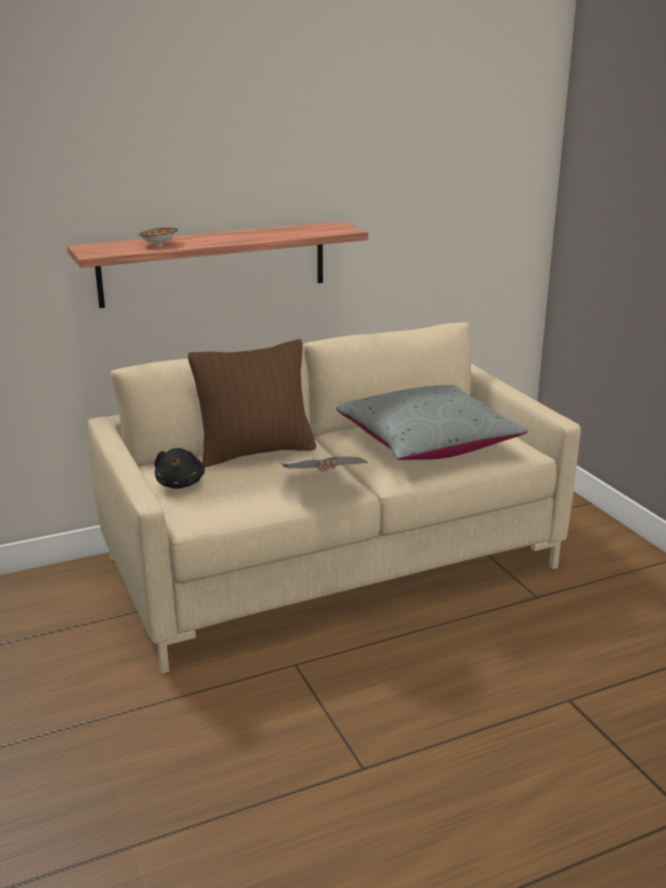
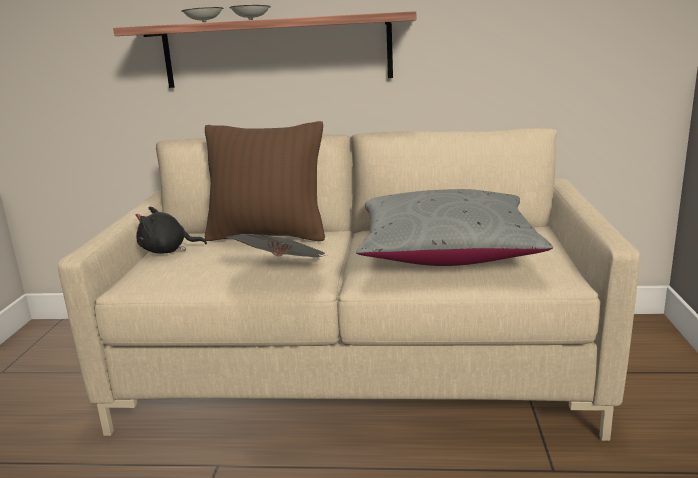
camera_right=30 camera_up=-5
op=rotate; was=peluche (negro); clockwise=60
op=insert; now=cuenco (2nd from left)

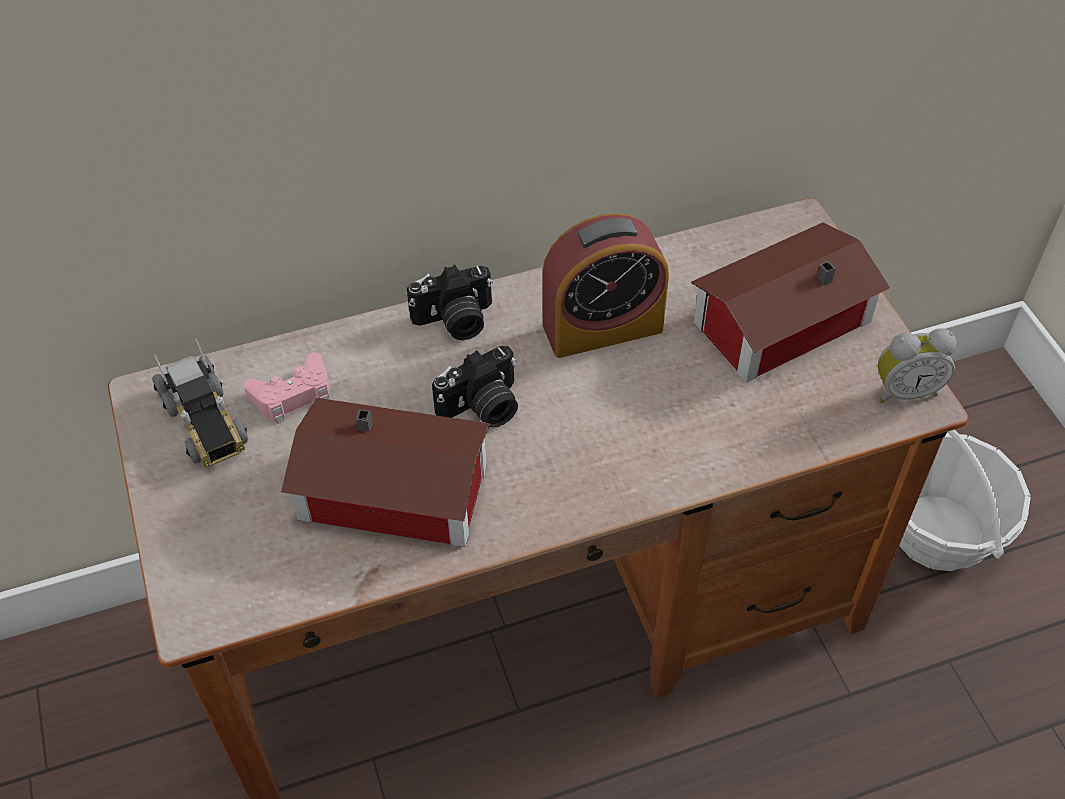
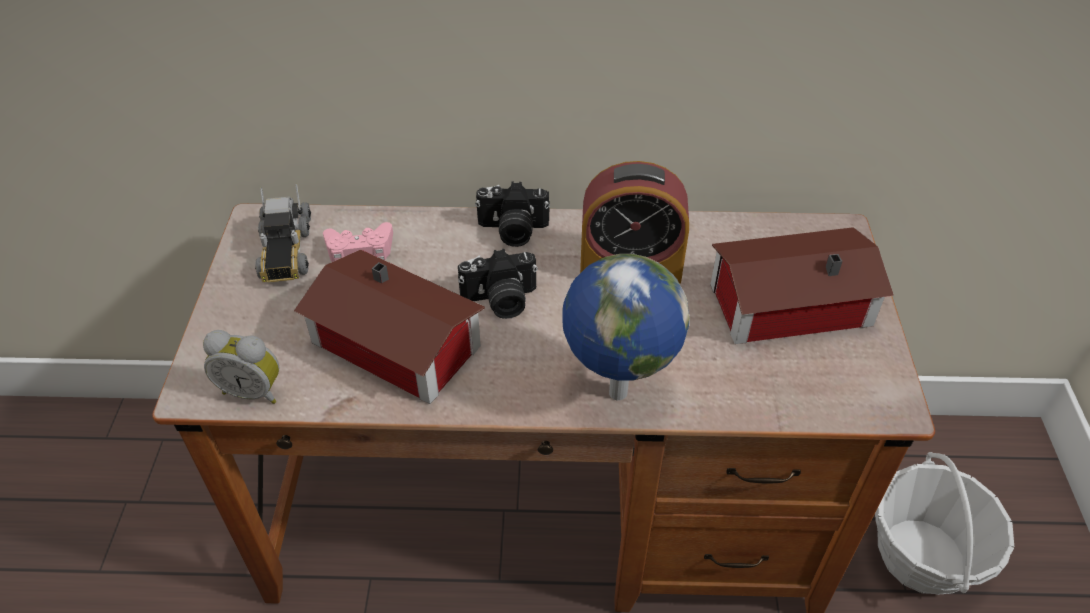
camera_right=20 camera_up=-5
op=move; was=despertador (2nd from left in the first image); now=despertador (1st from left)
op=insert; now=globo terráqueo

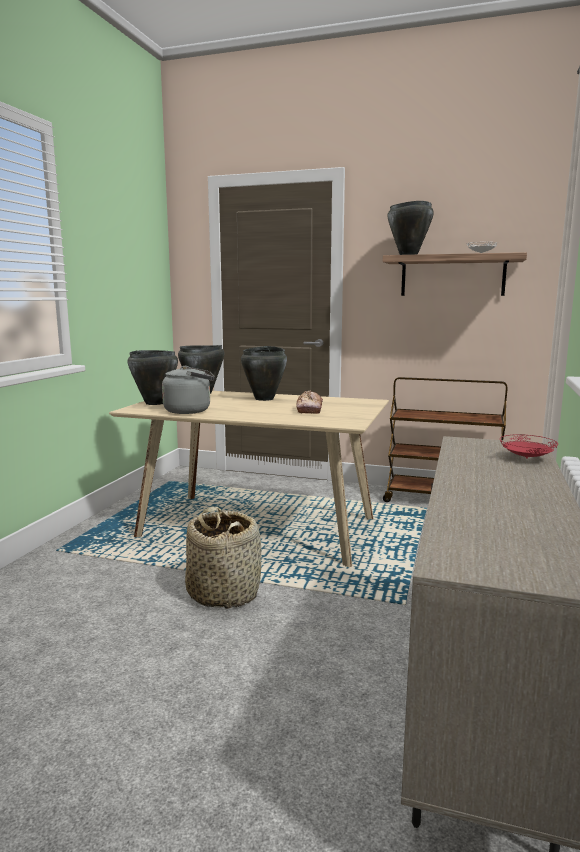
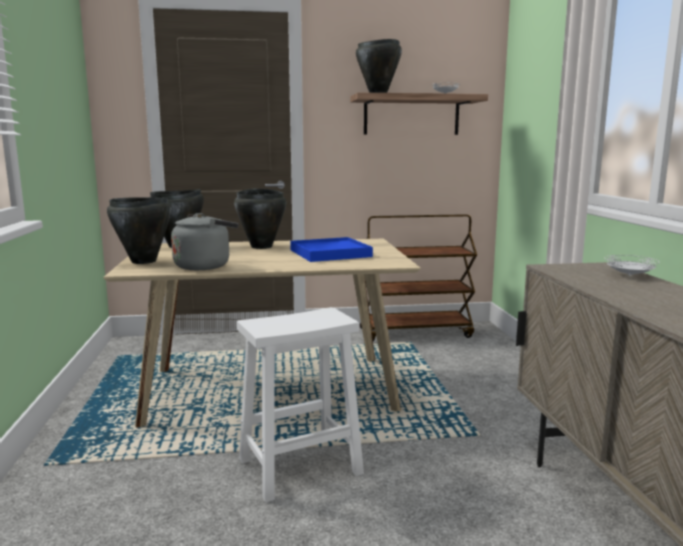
camera_right=-25 camera_up=0
op=replace; was=pan; now=bandeja (azul)
op=recolor; was=plato (rojo); now=plato (blanco) (2nd from left)
op=replace; was=cesta; now=taburete (blanco)

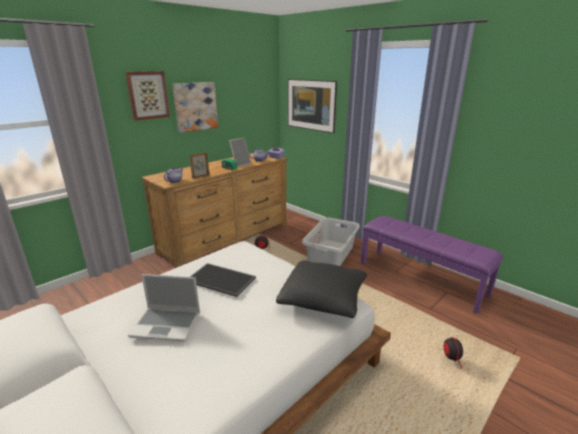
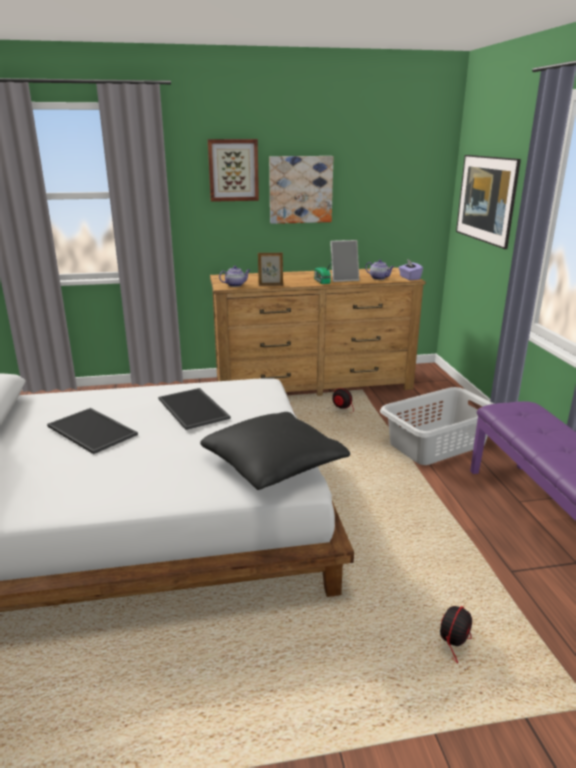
camera_right=35 camera_up=0
op=replace; was=portátil; now=bandeja (1st from left)

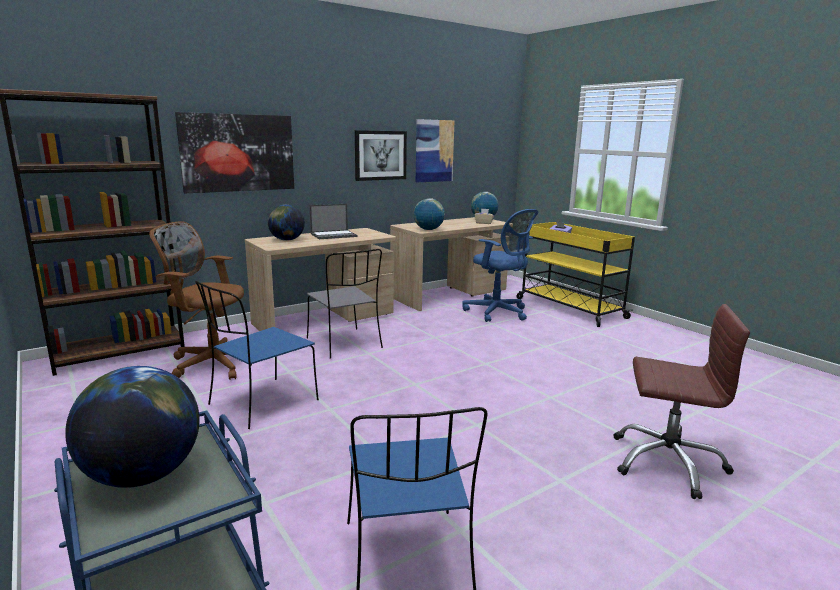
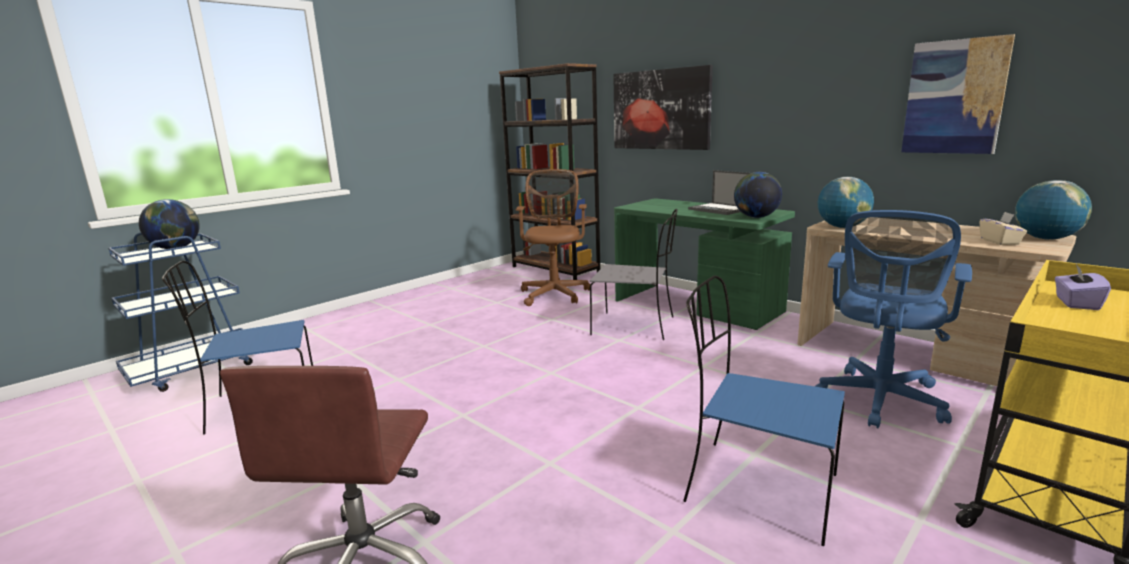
camera_right=80 camera_up=0
op=delete; was=cuadro (2nd from left)
op=move; was=globo terráqueo (2nd from left)
op=recolor; was=escritorio (beis) (1st from left); now=escritorio (verde)
op=rotate; was=silla (gris); clockwise=-120
op=move; was=silla (azul) (1st from left in the first image); now=silla (azul) (2nd from left)

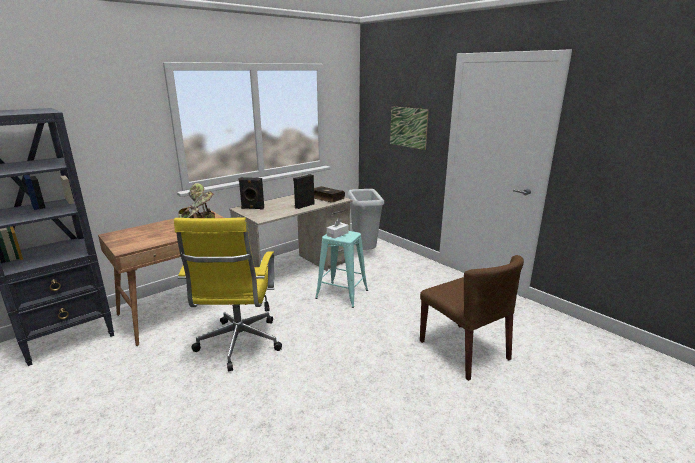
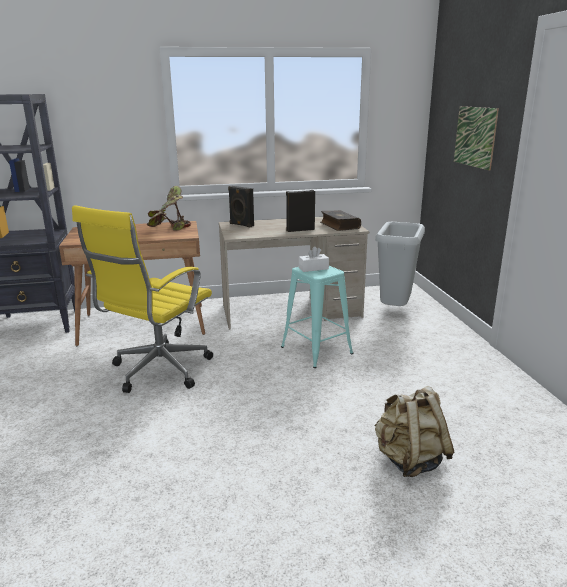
camera_right=30 camera_up=0
op=replace; was=silla (marrón); now=mochila (beis)

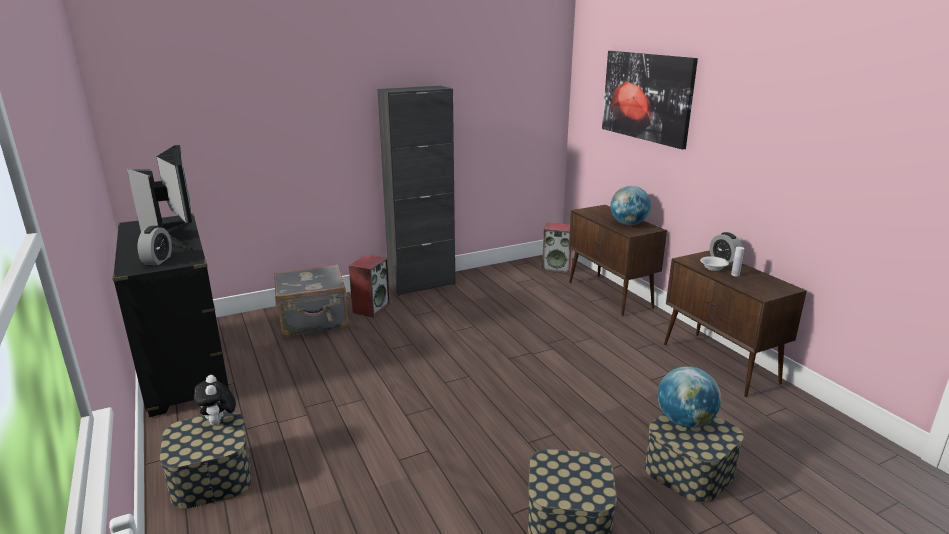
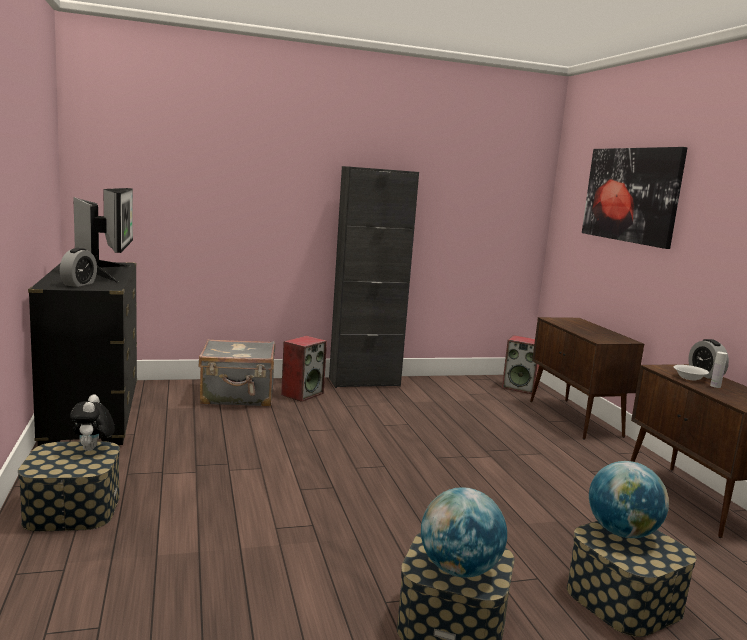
camera_right=10 camera_up=-10
op=move; was=globo terráqueo (1st from left)

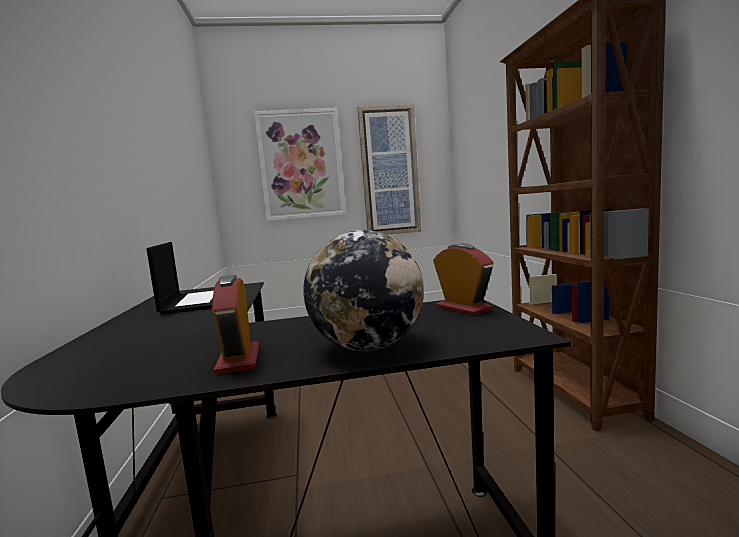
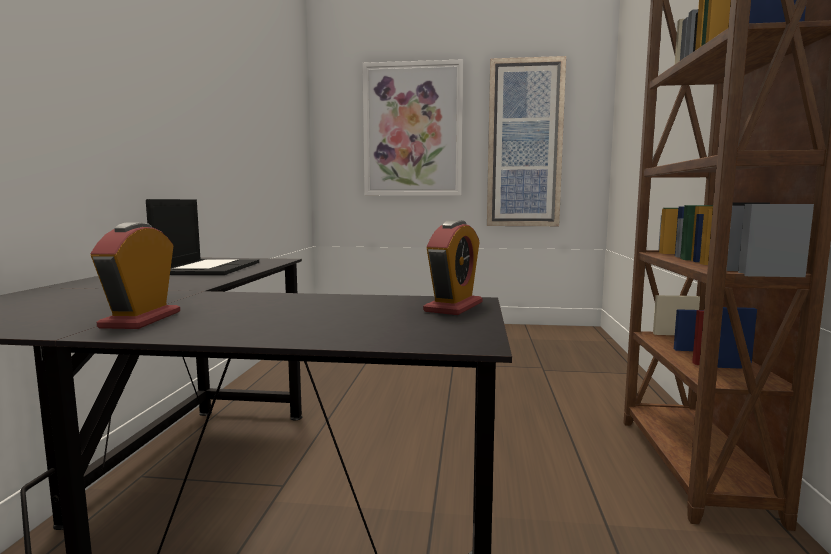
camera_right=15 camera_up=0
op=delete; was=globo terráqueo
op=rotate; was=despertador (2nd from left); clockwise=45

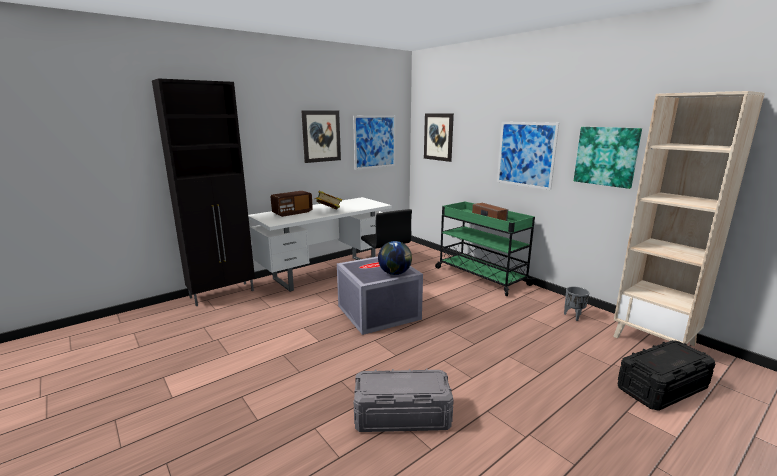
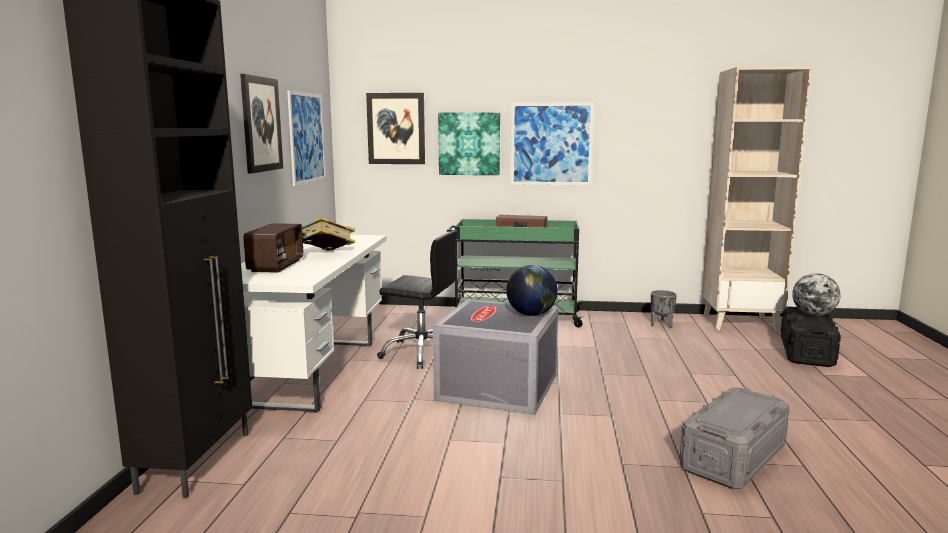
camera_right=-45 camera_up=-5
op=move; was=cuadro (5th from left in the first image); now=cuadro (4th from left)
op=insert; now=globo terráqueo (2nd from left)

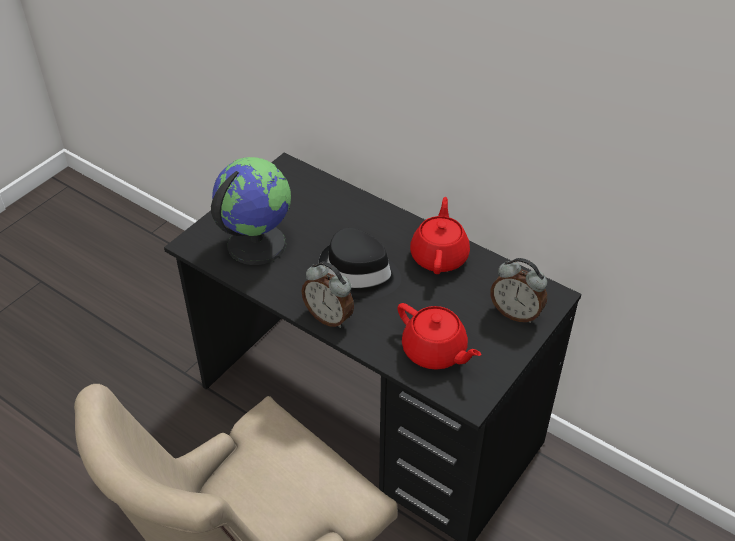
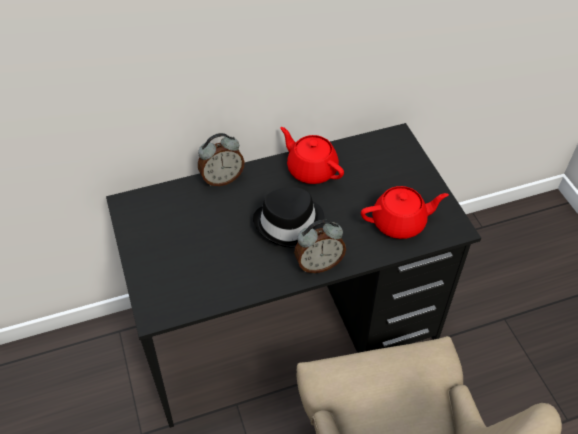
camera_right=-55 camera_up=5
op=delete; was=globo terráqueo
op=move; was=despertador (2nd from left in the first image); now=despertador (1st from left)

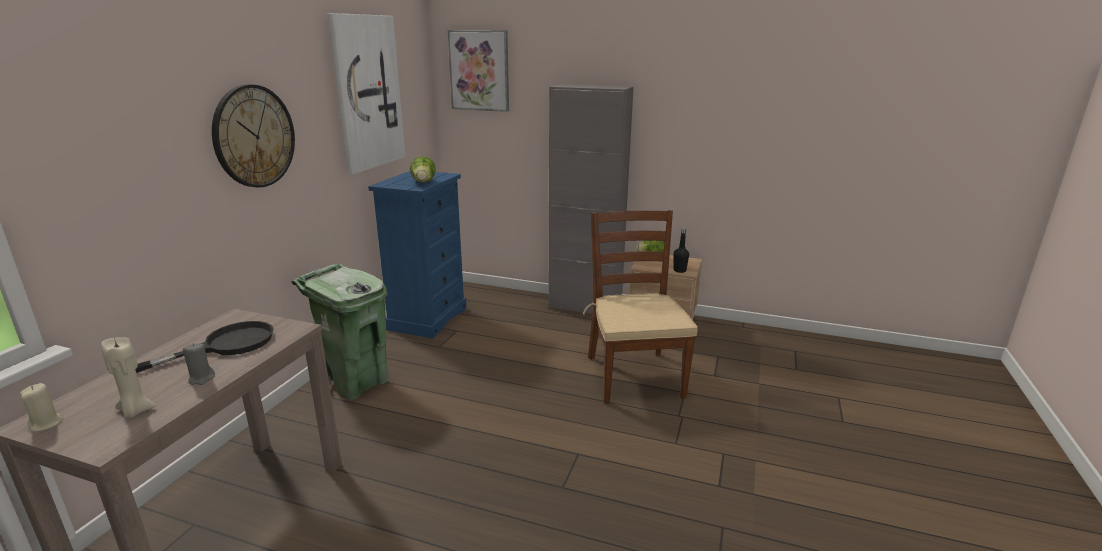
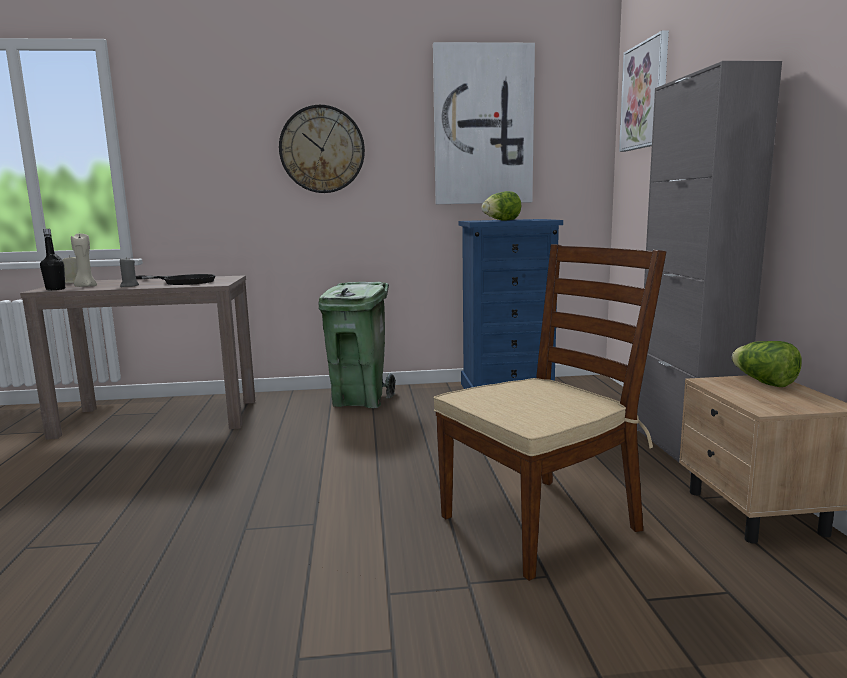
camera_right=65 camera_up=-10
op=move; was=botella (negro)

